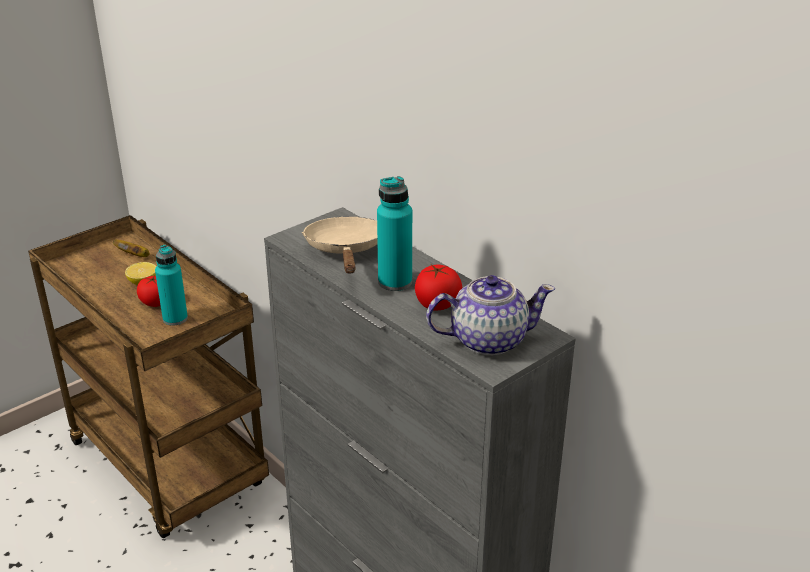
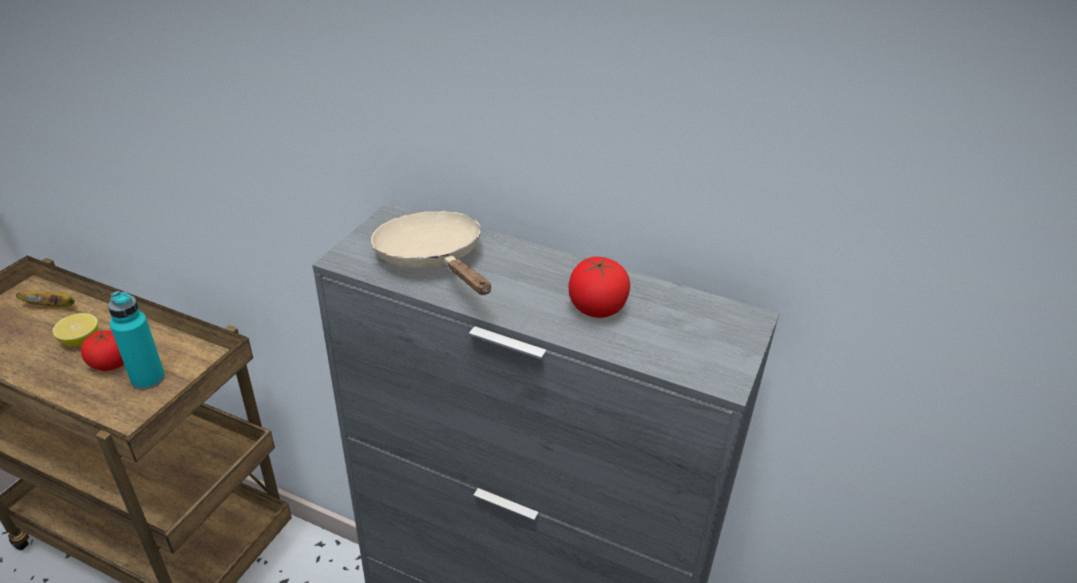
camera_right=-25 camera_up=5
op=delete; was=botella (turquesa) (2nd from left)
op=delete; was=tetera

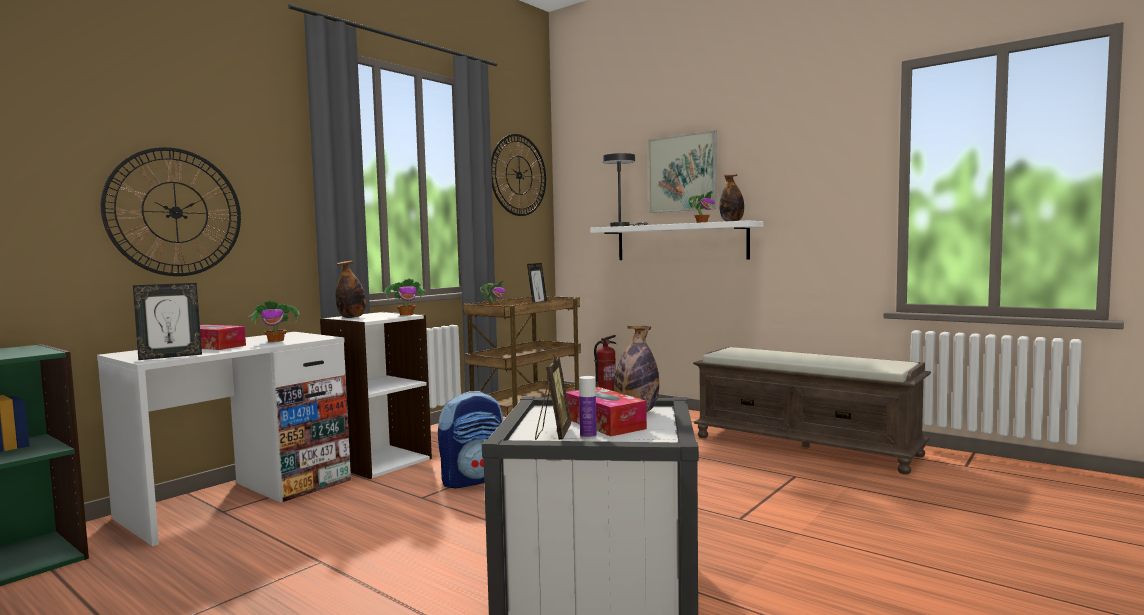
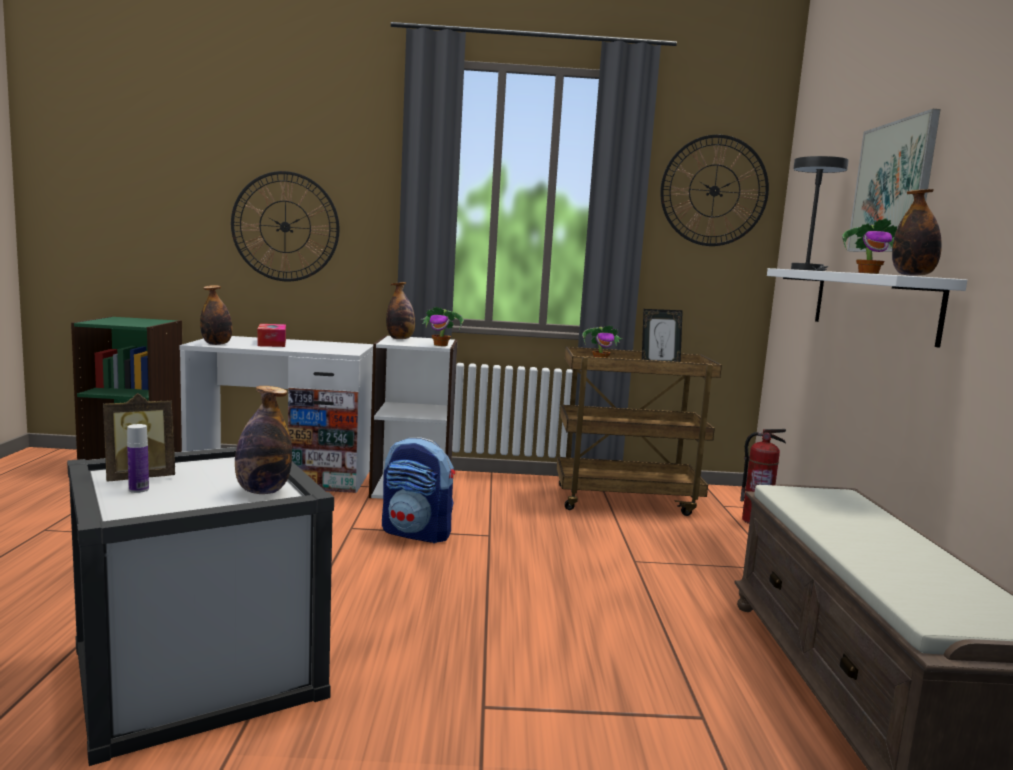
camera_right=50 camera_up=5
op=replace; was=portarretratos (1st from left); now=botella (2nd from left)
op=delete; was=planta en maceta (1st from left)
op=delete; was=caja de pañuelos (2nd from left)

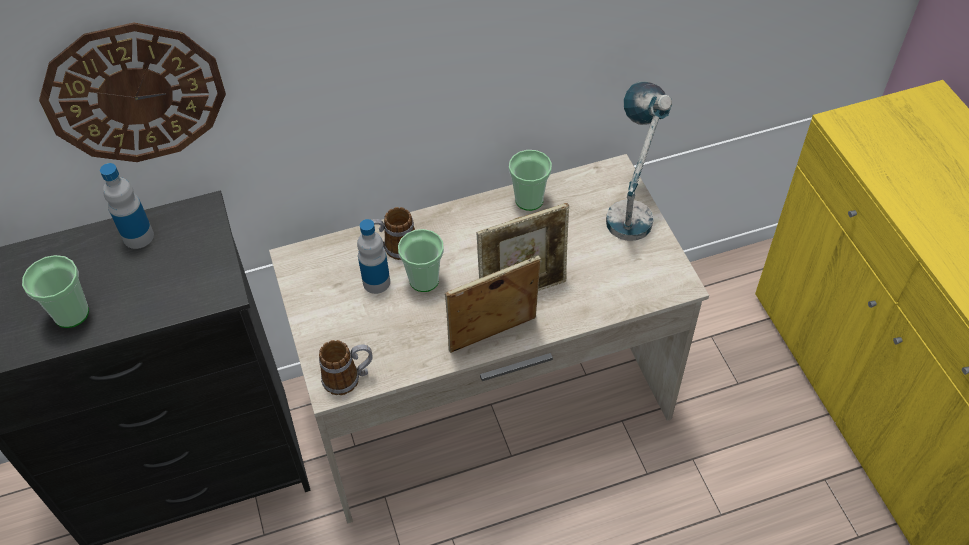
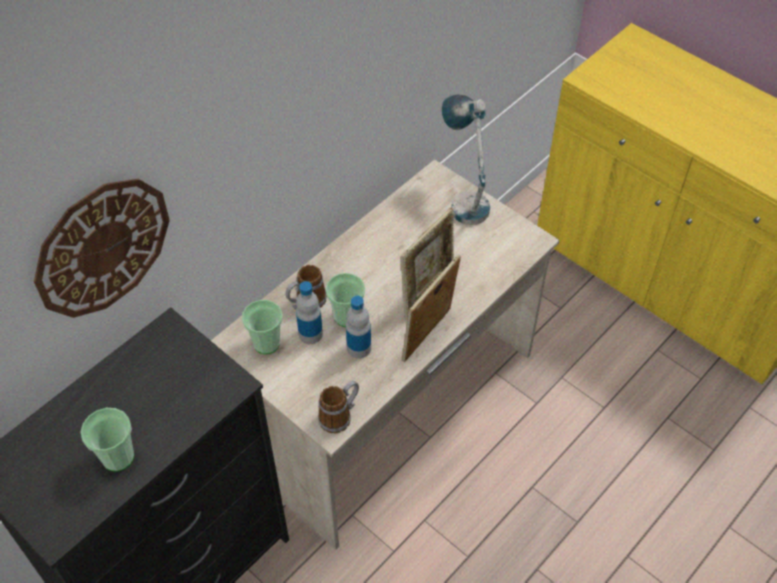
camera_right=-30 camera_up=0
op=move; was=taza (3rd from left in the first image); now=taza (2nd from left)
op=move; was=botella (1st from left in the first image); now=botella (2nd from left)

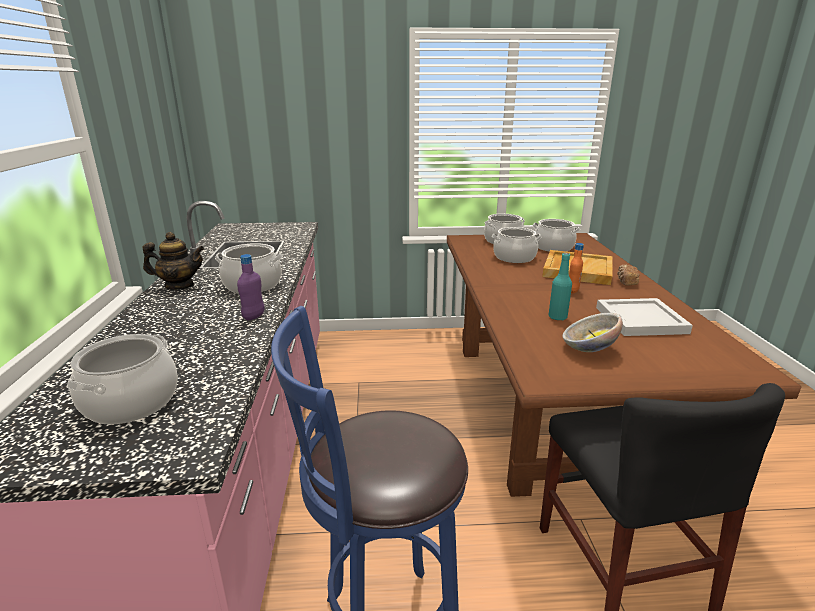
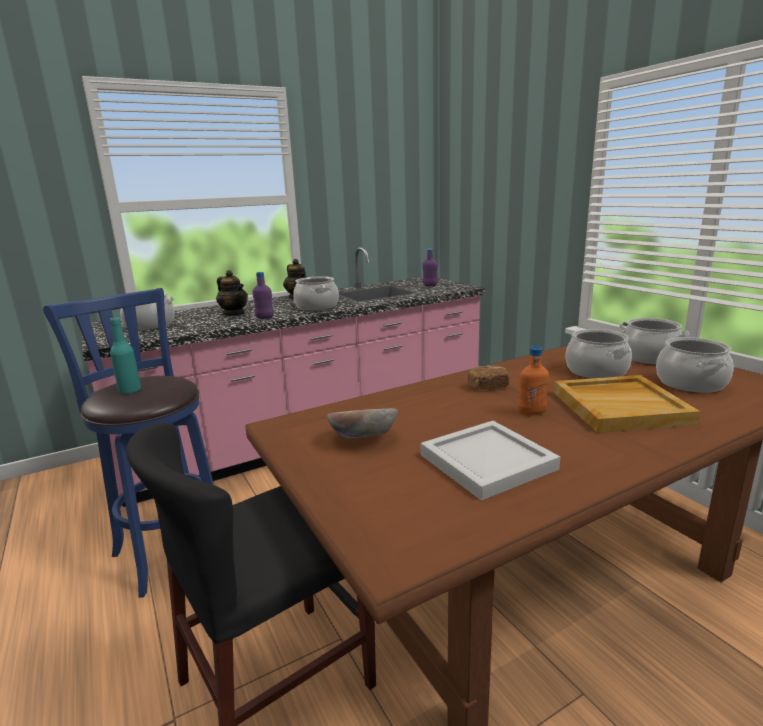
camera_right=65 camera_up=-5
op=move; was=botella (turquesa)
op=move; was=pan
op=insert; now=botella (morado) (2nd from left)
op=insert; now=tetera (1st from left)

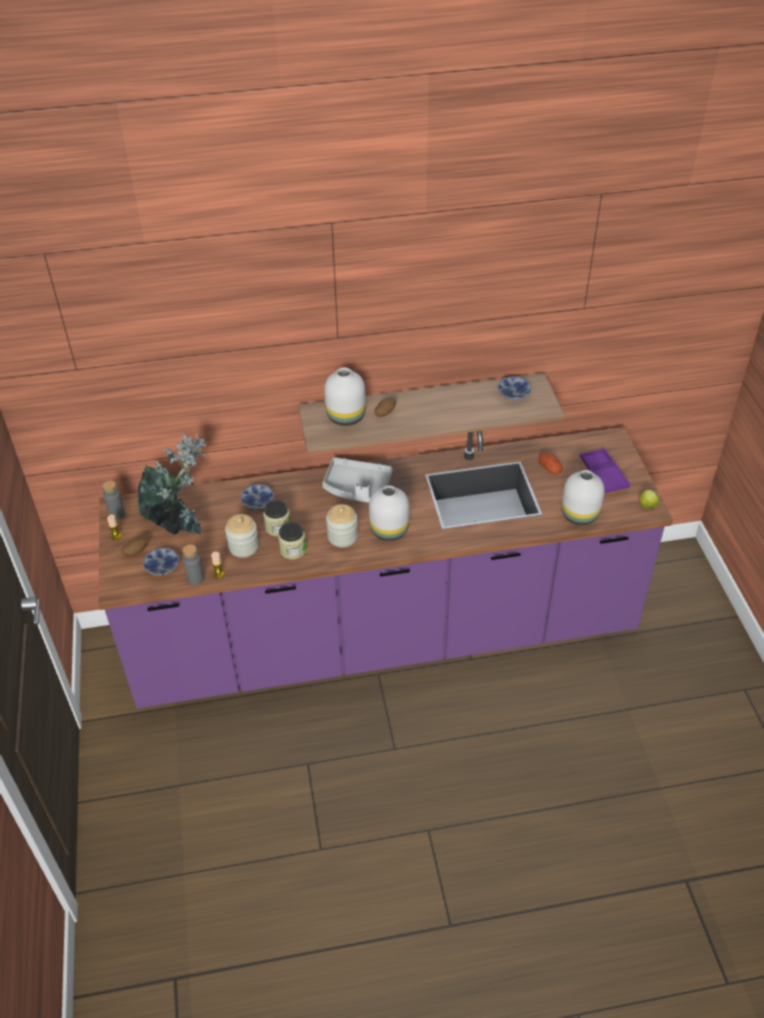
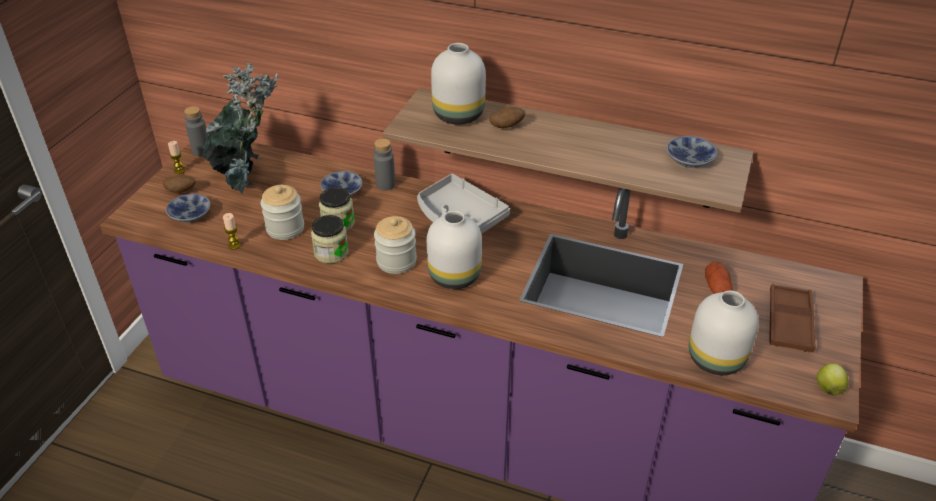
camera_right=30 camera_up=-5
op=recolor; was=bandeja (morado); now=bandeja (marrón)
op=move; was=botella (gris) (2nd from left)

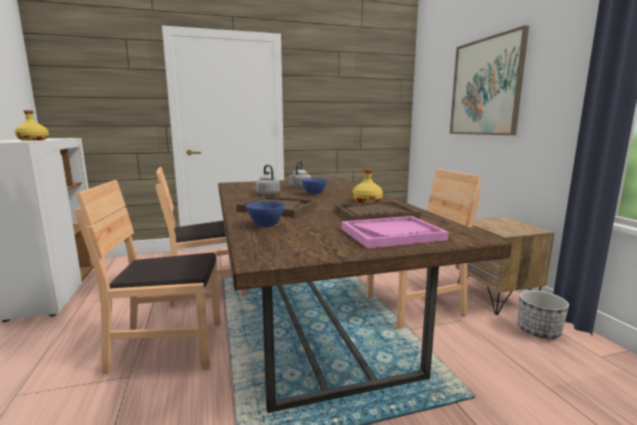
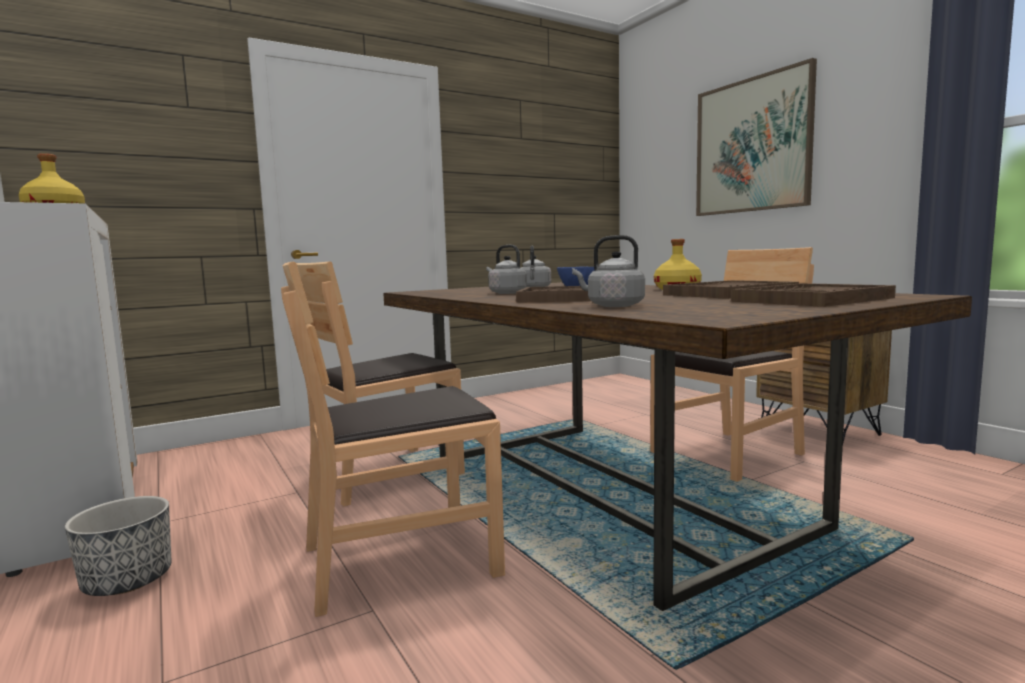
camera_right=-15 camera_up=-5
op=replace; was=cuenco (azul) (1st from left); now=hervidor (gris) (3rd from left)
op=recolor; was=bandeja (rosa); now=bandeja (marrón) (3rd from left)
op=move; was=maceta

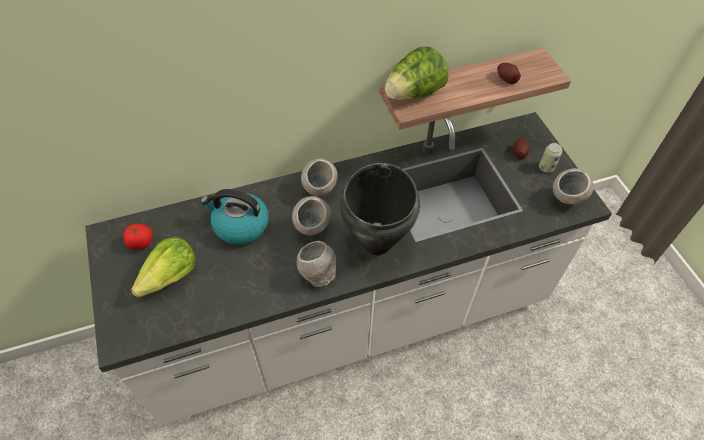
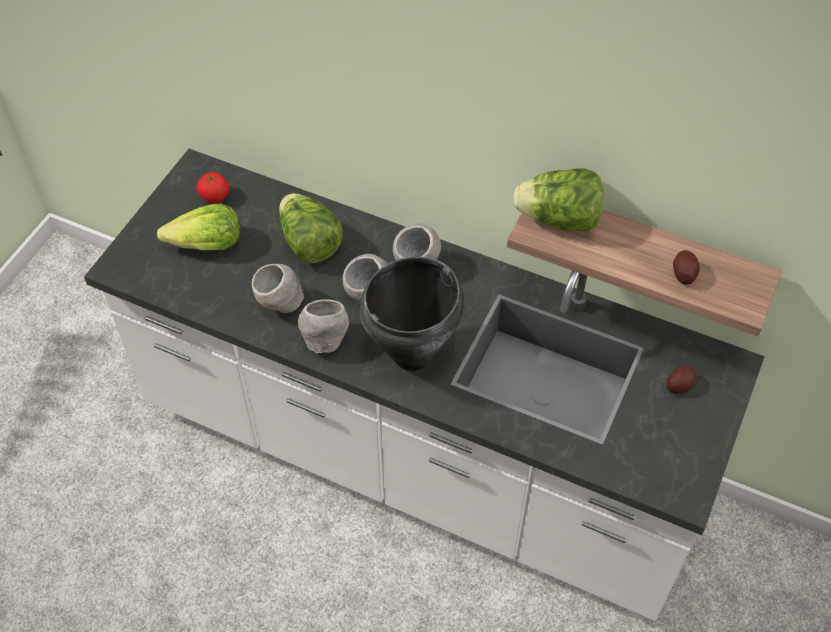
camera_right=45 camera_up=0
op=delete; was=lata
op=move; was=cuenco (gris) (4th from left in the first image); now=cuenco (gris) (1st from left)
op=replace; was=hervidor; now=lechuga (2nd from left)

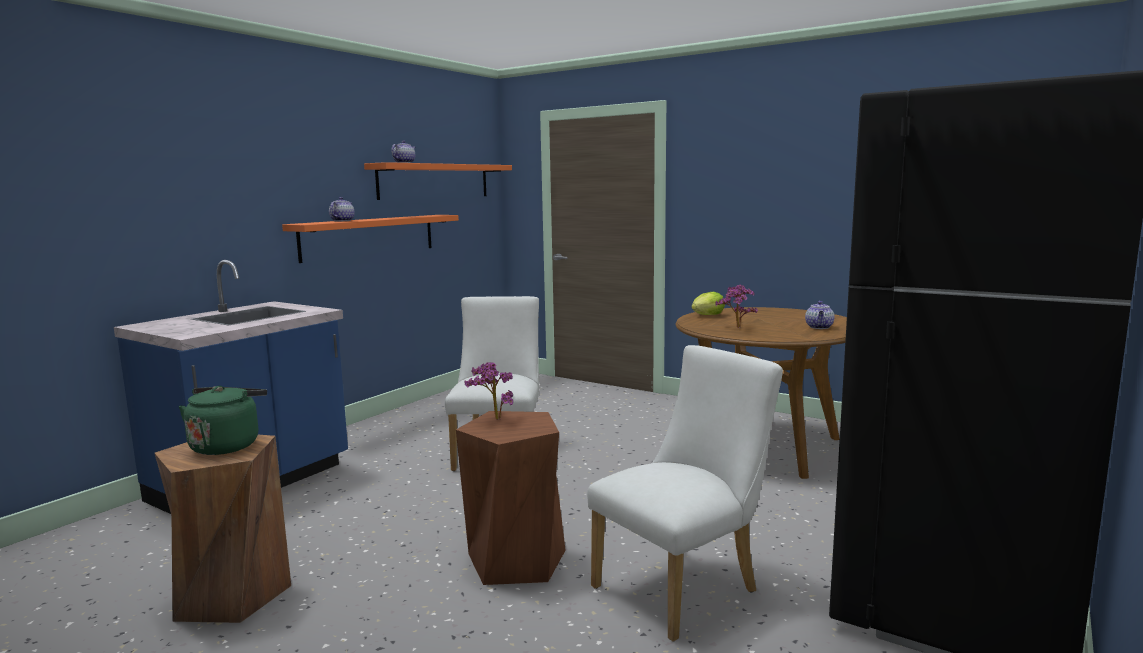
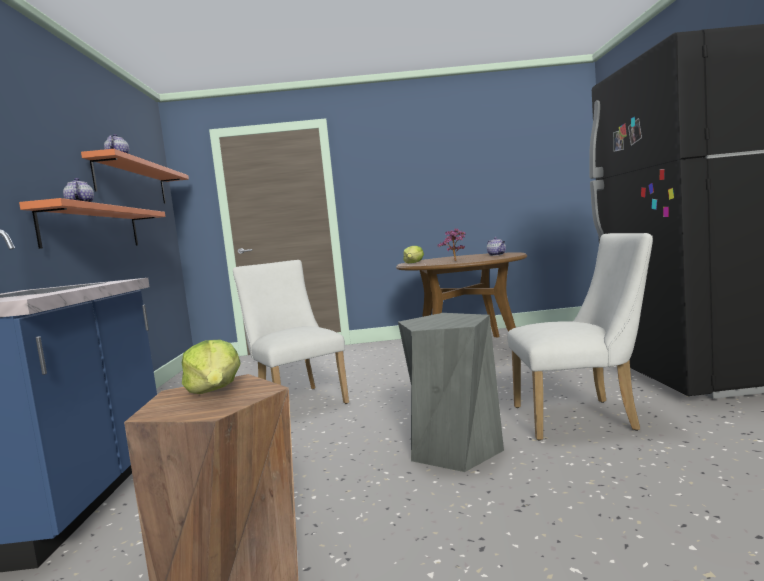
camera_right=-35 camera_up=-5
op=rotate; was=silla (blanco) (2nd from left); clockwise=75
op=delete; was=planta en maceta (1st from left)
op=replace; was=hervidor (verde); now=lechuga (1st from left)
op=recolor; was=taburete (marrón) (2nd from left); now=taburete (gris)

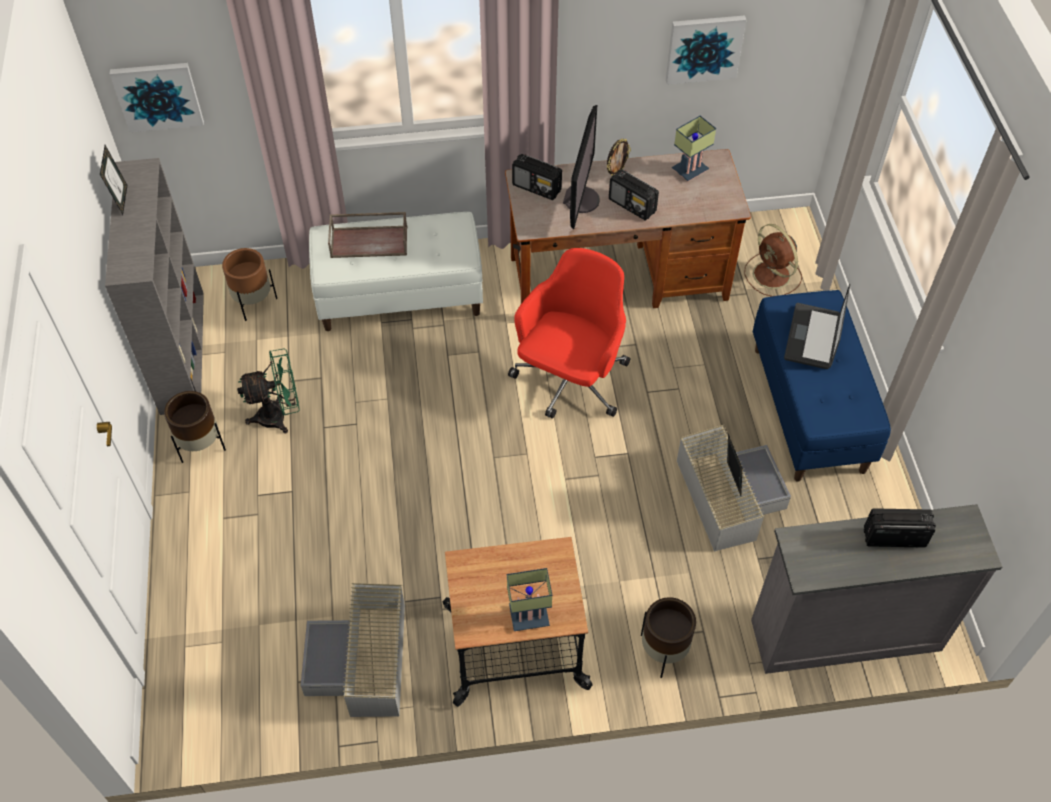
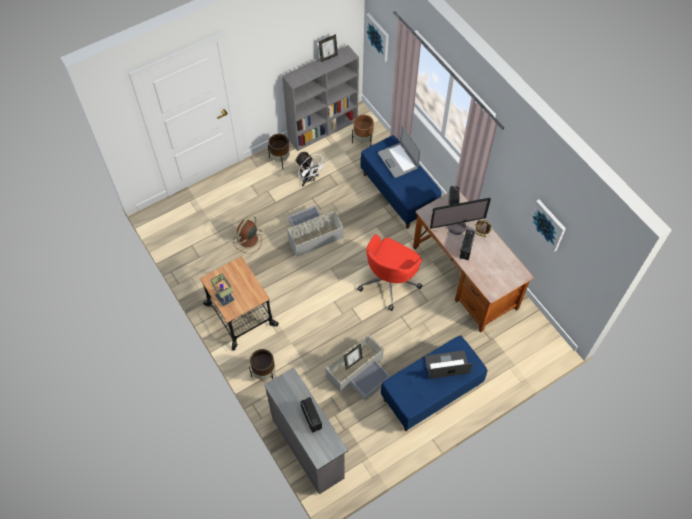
camera_right=65 camera_up=5
op=delete; was=lámpara de mesa (2nd from left)
op=recolor; was=banco (blanco); now=banco (azul) (1st from left)
op=replace; was=bandeja (marrón); now=portátil (1st from left)
op=move; was=ventilador (marrón)
op=rotate; was=silla de oficina (rojo); clockwise=120
op=recolor; was=ventilador (verde); now=ventilador (blanco)
op=move; was=caja de almacenaje (gris) (1st from left)

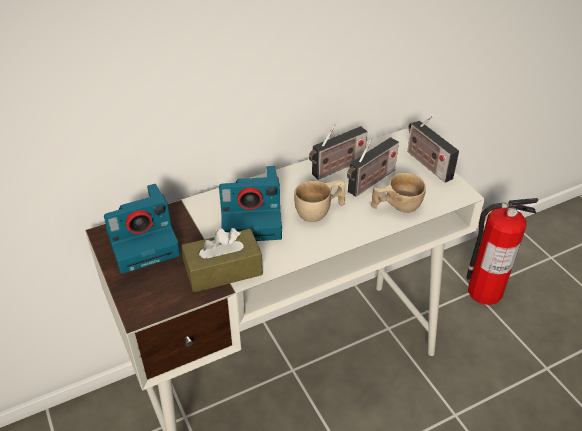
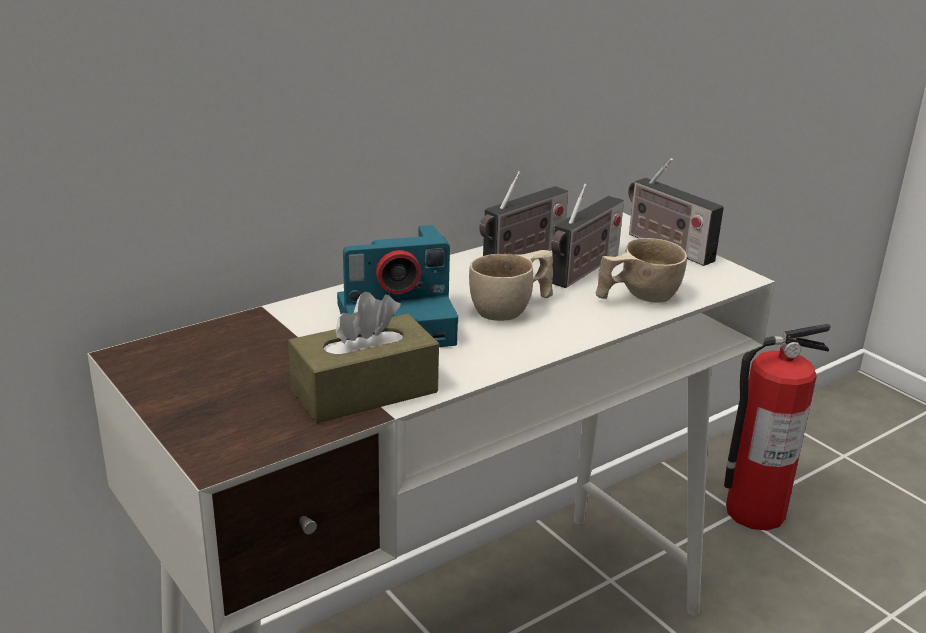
camera_right=-10 camera_up=-15
op=delete; was=cámara (1st from left)

